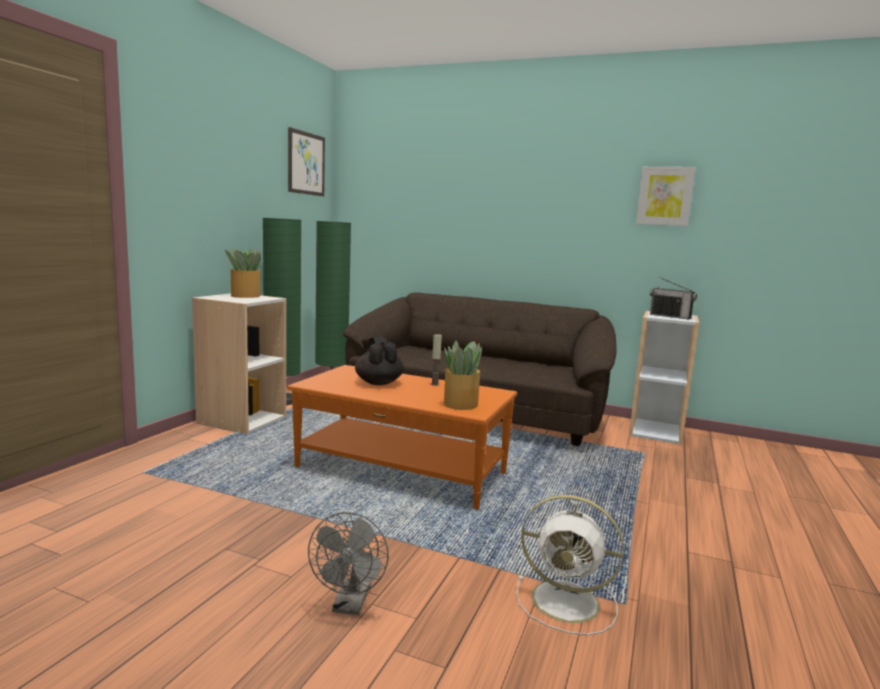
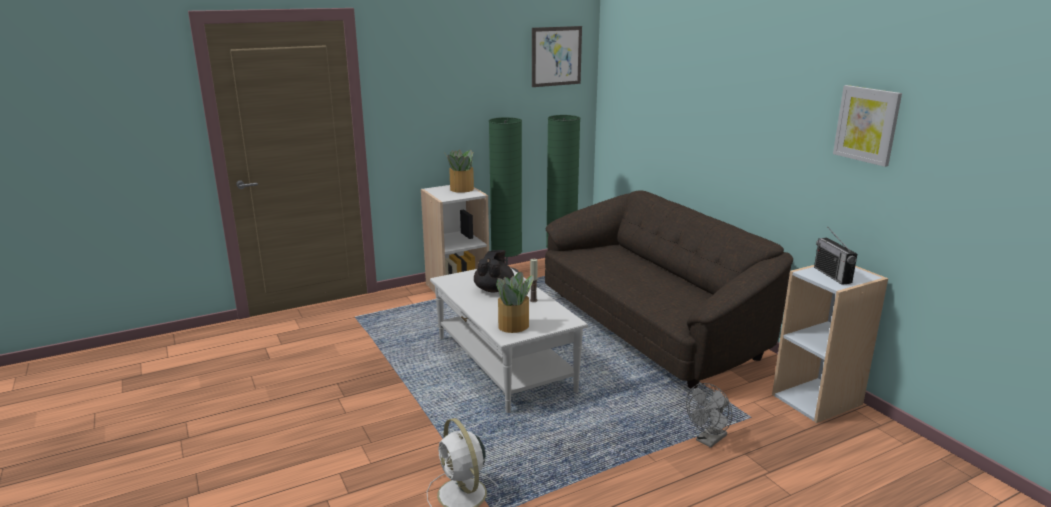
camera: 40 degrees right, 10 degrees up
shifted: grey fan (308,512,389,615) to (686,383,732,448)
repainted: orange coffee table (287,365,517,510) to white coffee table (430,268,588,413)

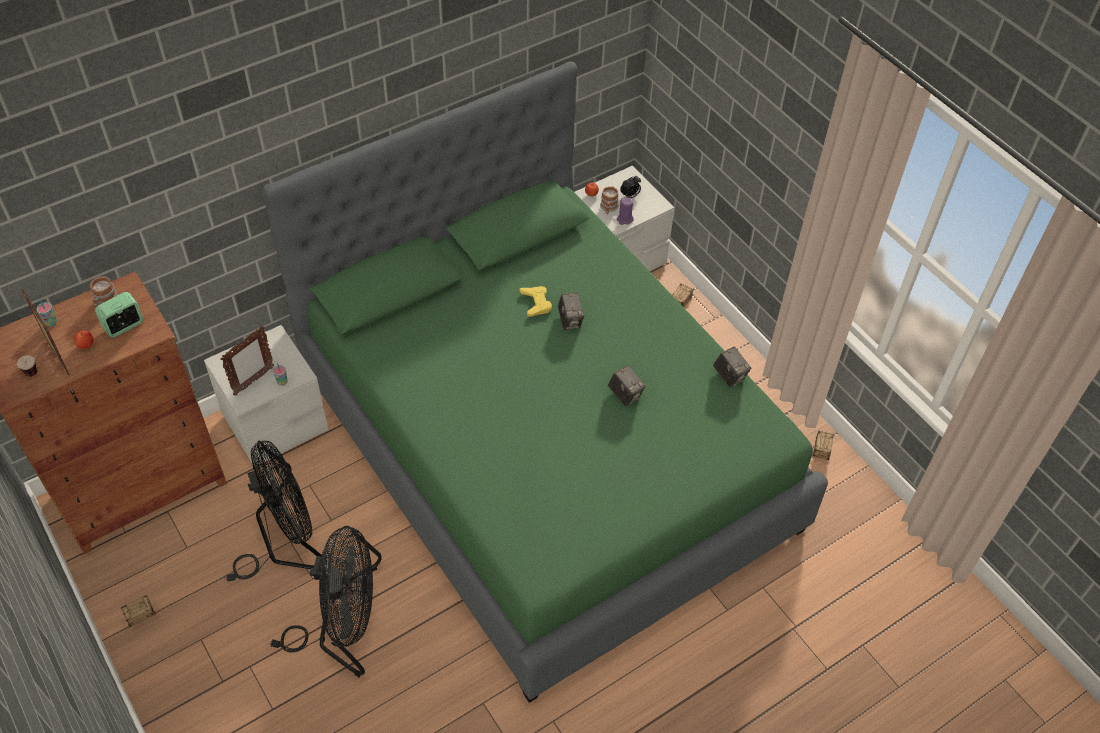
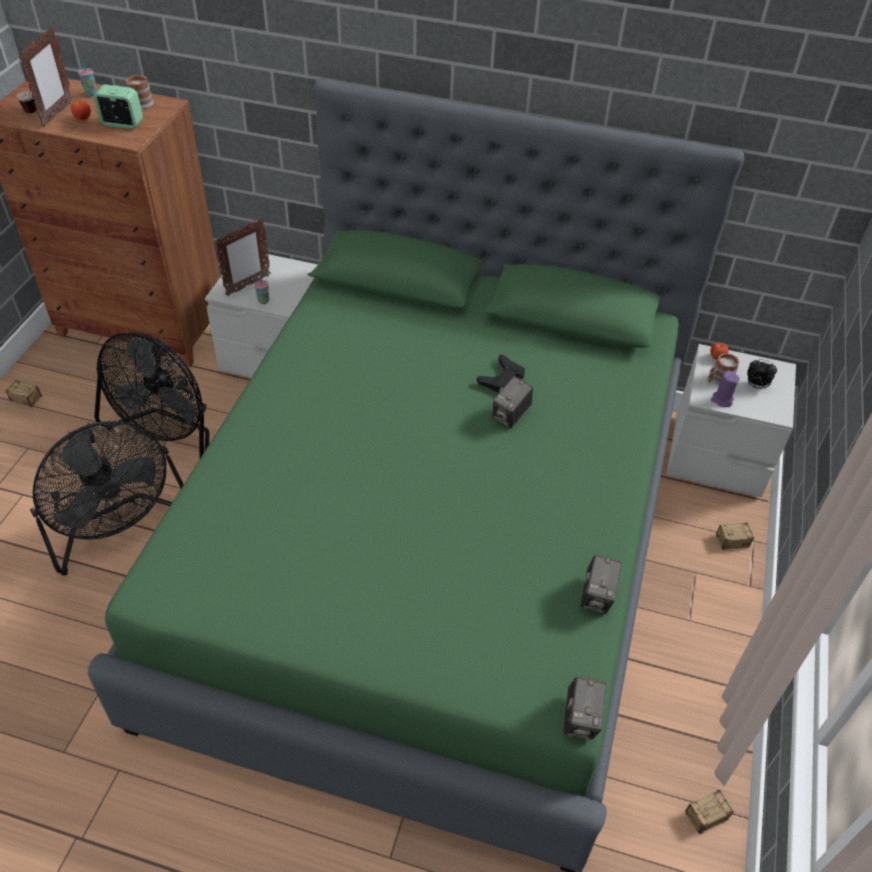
camera: 50 degrees right, 5 degrees down
shifted: photo camera (608,365,646,406) to (563,676,607,739)
repainted: yellow game controller (520,286,552,317) to black game controller (477,354,525,393)
rotated: black fan (224,440,327,581) = (94,332,209,458) 90 degrees clockwise; picture frame (220,326,274,396) = (215,218,271,296) 45 degrees counterclockwise

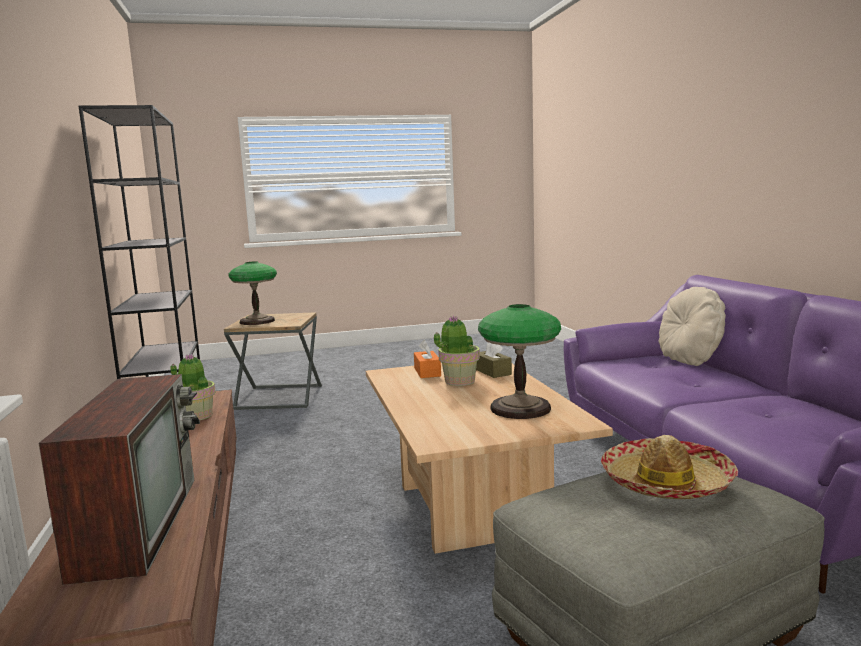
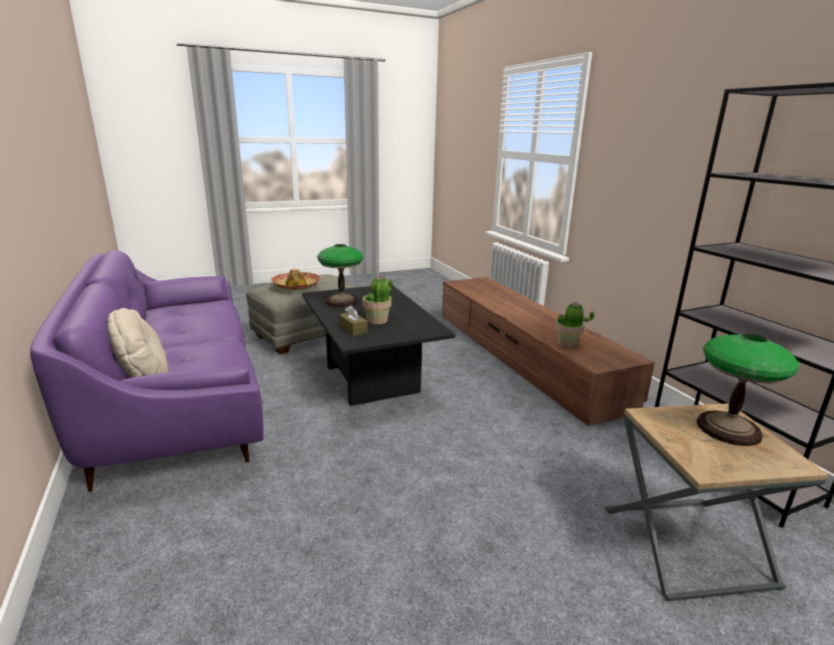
camera: 170 degrees right, 10 degrees up
gone: television (38,374,200,585); orange tissue box (414,340,441,378)
repainted: beige coffee table (366,363,613,554) to black coffee table (302,286,455,406)

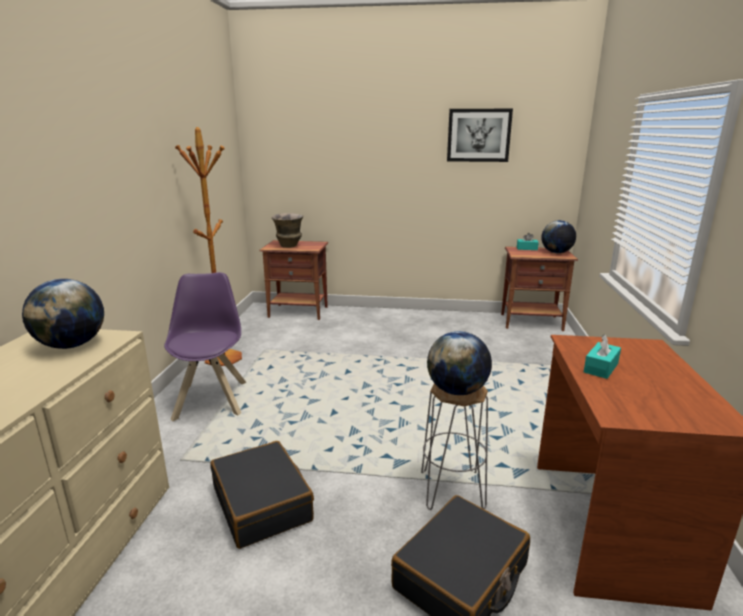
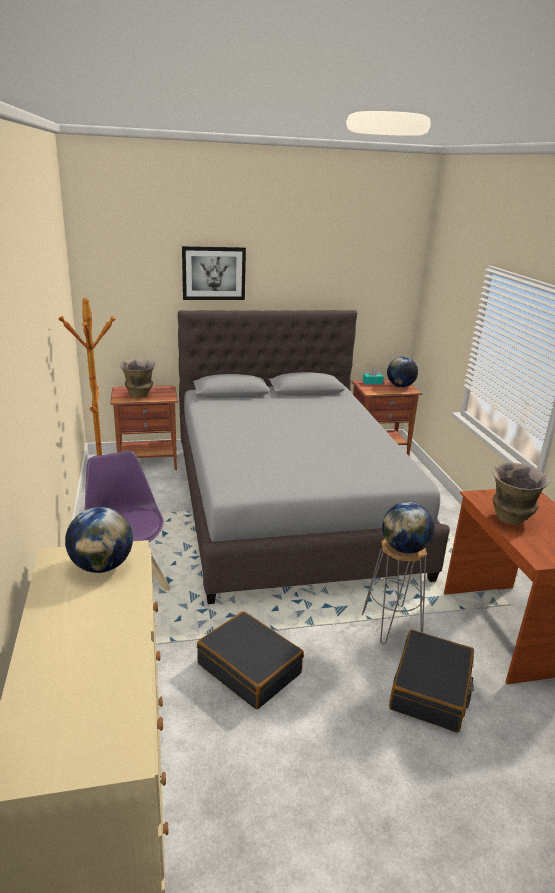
camera: 20 degrees left, 5 degrees up
new: grey bed (178,310,450,604)
shifted: picture (447,109,513,162) to (182,246,246,300)
swapped: turquoise tissue box (584,334,621,379) to vase (493,463,549,525)

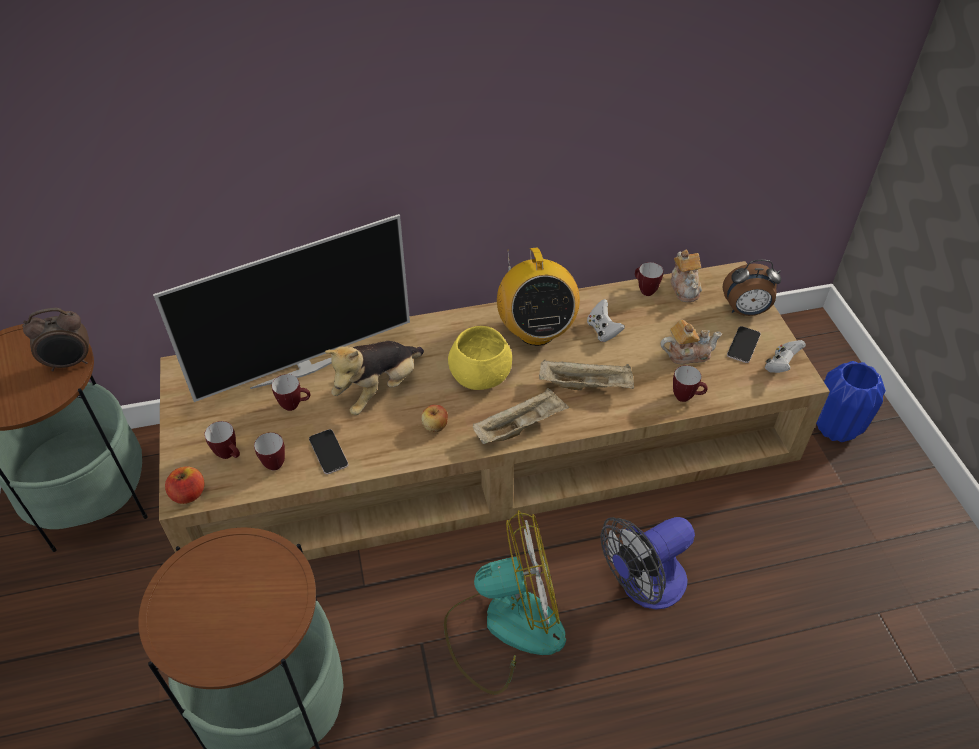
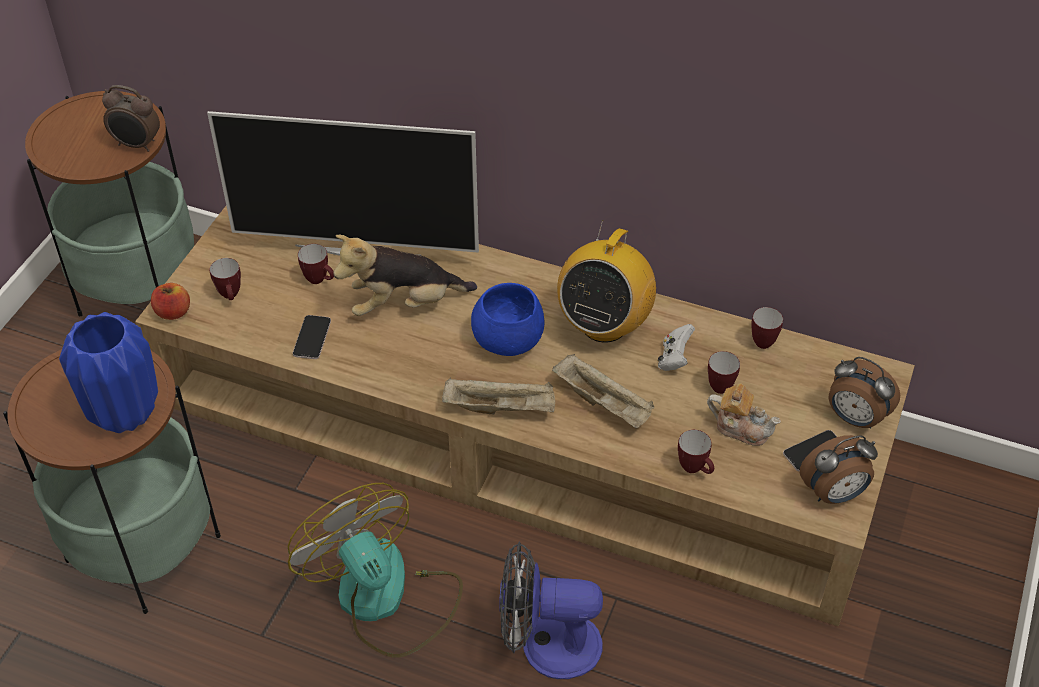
camera: 35 degrees right, 0 degrees up
gone: apple (421,405,448,432); teapot (670,250,702,302)
shifted: blue vase (816,361,886,442) to (59,312,158,433); mug (254,432,285,470) to (708,351,740,394)
swapped: white game controller (765,340,806,373) to alarm clock (800,435,878,504)
repainted: yellow bowl (448,326,512,390) to blue bowl (471,283,545,356)
rotated: fan (444,510,566,695) = (288,483,463,658) 150 degrees counterclockwise

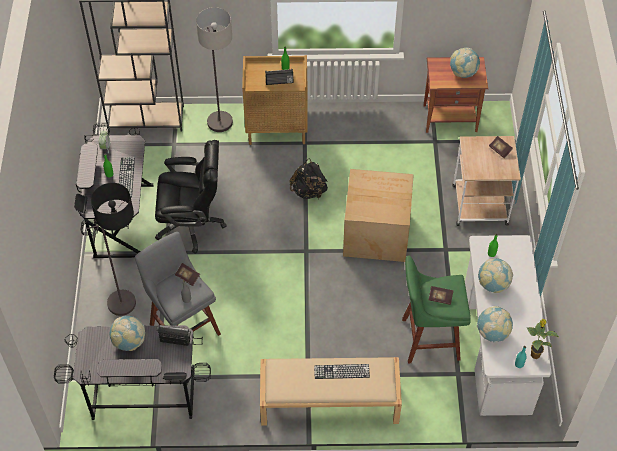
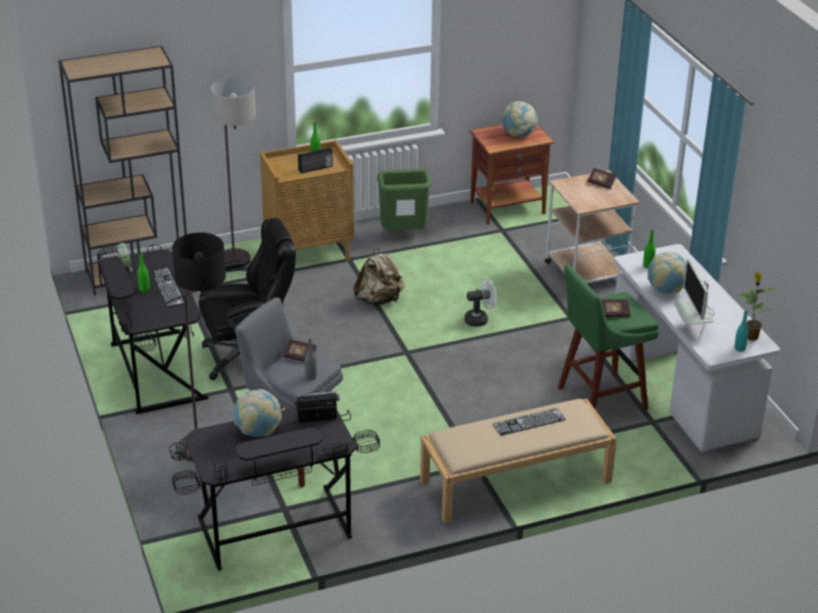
camera: 20 degrees left, 20 degrees down
new: green trash can (377,169,431,230)
swapped: cardboard box (343,169,414,262) to white fan (464,279,497,327); globe (477,306,513,343) to monitor (674,259,714,339)
repainted: black backpack (290,159,328,199) to beige backpack (353,248,405,305)

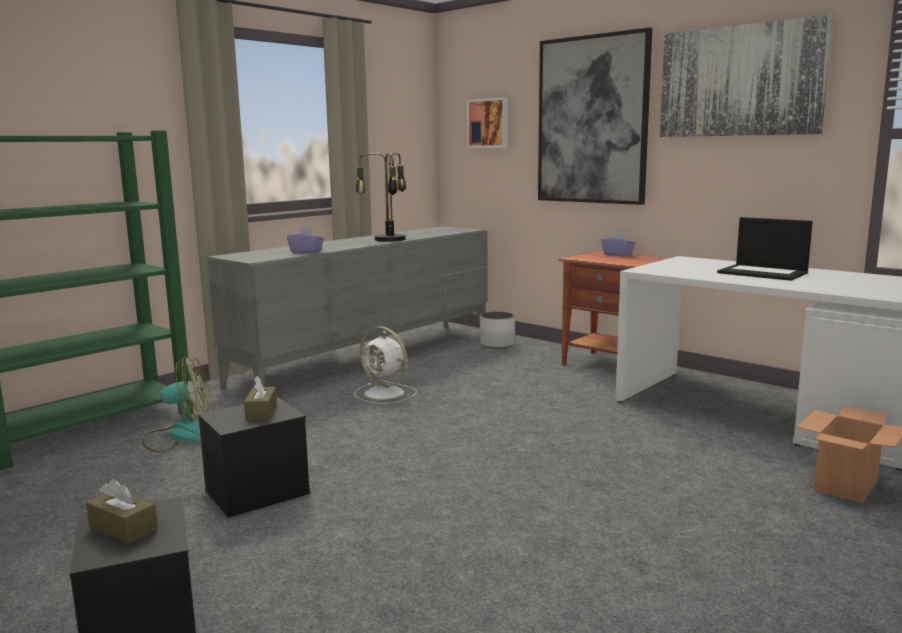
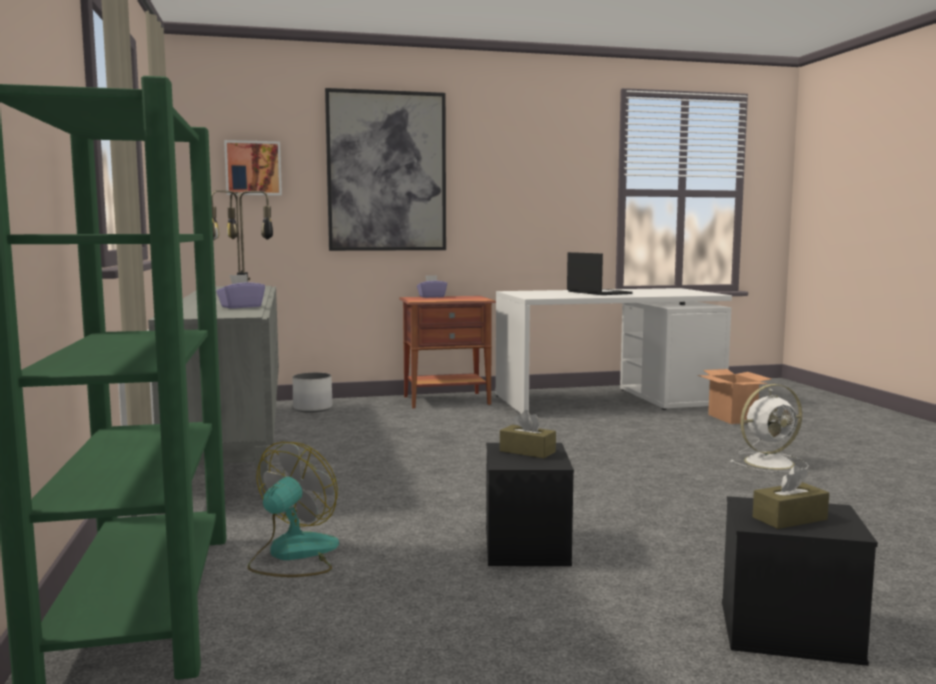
camera: 55 degrees left, 5 degrees down
gone: picture (660,15,833,137)
shifted: white fan (354,326,417,404) to (730,384,809,473)
rotated: laptop (717,217,813,281) = (567,252,633,295) 105 degrees counterclockwise

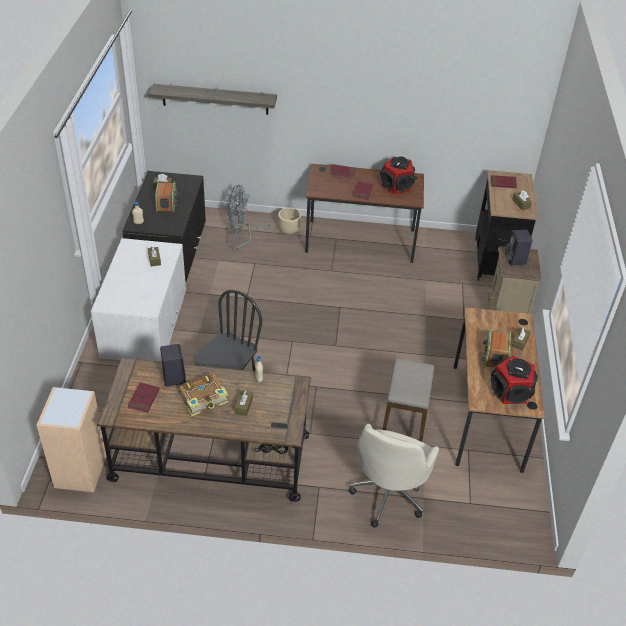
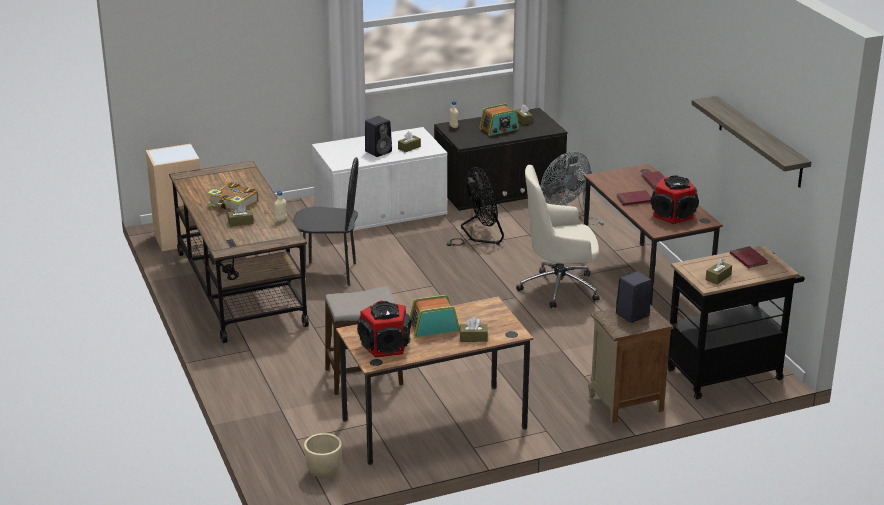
camera: 65 degrees right, 15 degrees down
gone: red book (128,382,160,413)
new: black fan (446,167,504,246)
shifted: beige planter (278,208,301,235) to (304,433,342,478); black speaker (160,344,186,387) to (365,116,392,157); beige office chair (349,424,439,527) to (516,165,600,308); shelf (148,84,277,115) to (691,96,811,188)

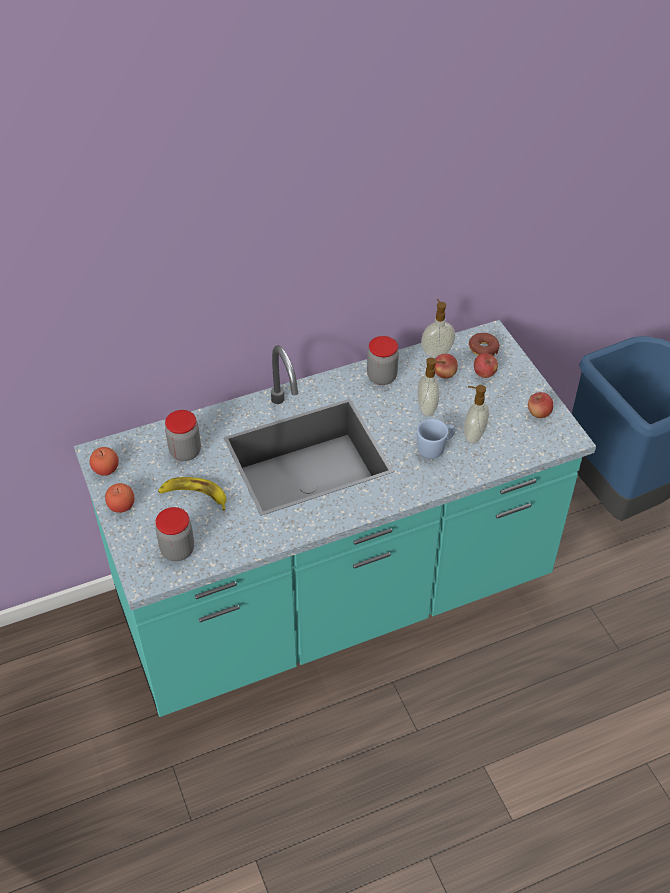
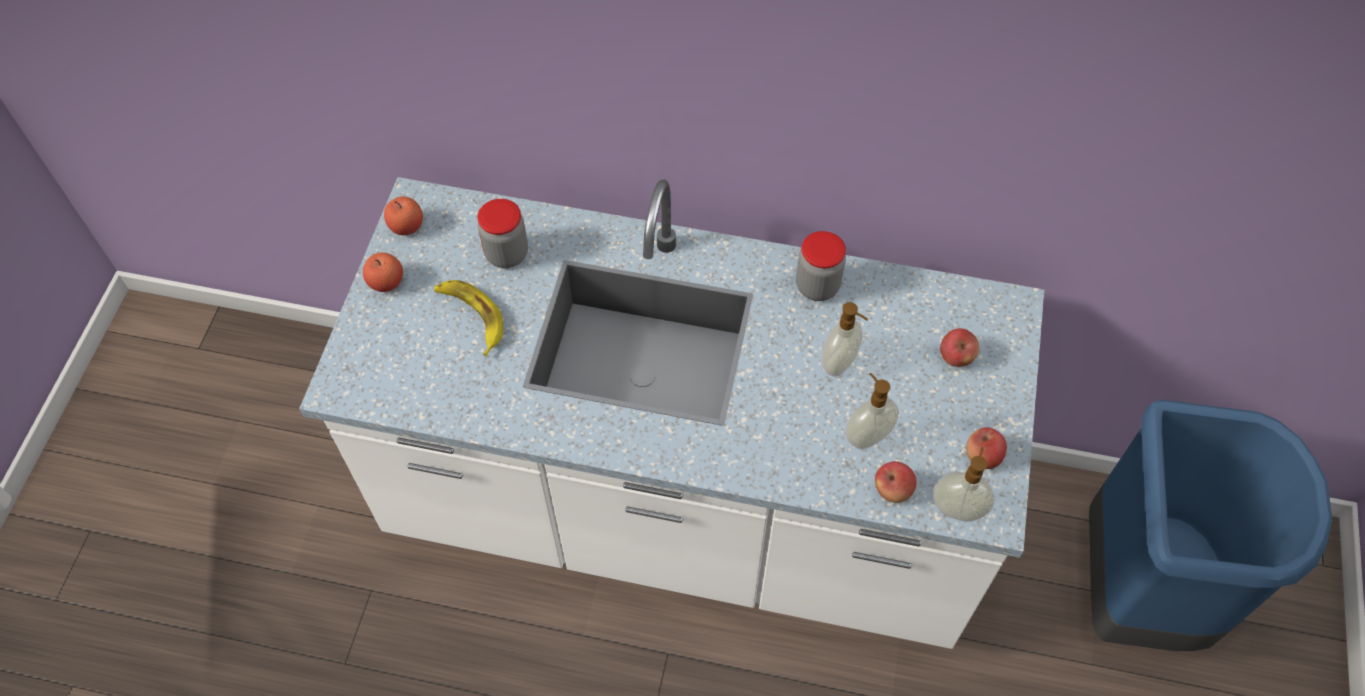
camera: 35 degrees right, 10 degrees up
gone: jar (155,507,194,561); blue mug (417,419,455,459); donut (469,333,500,356)
shifted: apple (435,354,458,379) to (875,461,917,503); soap dispenser (421,299,455,357) to (933,447,995,522)
repainted: turquoise counter (74,320,596,717) to white counter (299,177,1044,649)

